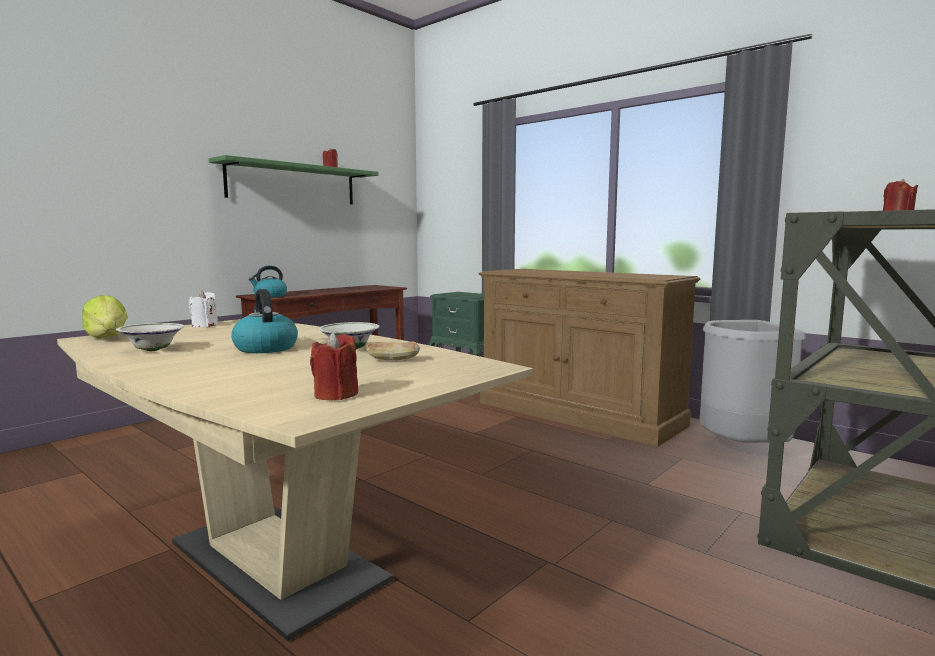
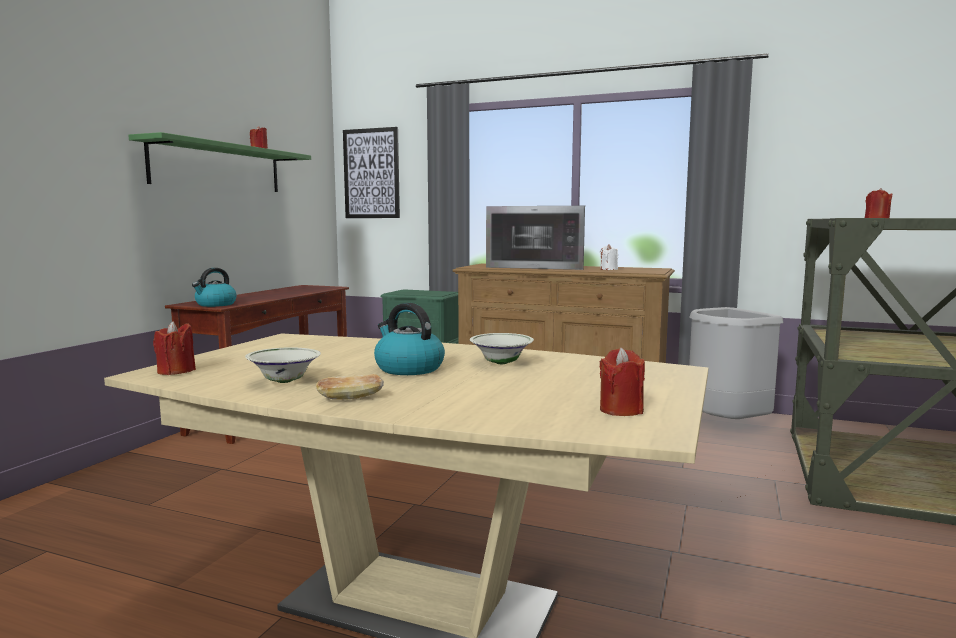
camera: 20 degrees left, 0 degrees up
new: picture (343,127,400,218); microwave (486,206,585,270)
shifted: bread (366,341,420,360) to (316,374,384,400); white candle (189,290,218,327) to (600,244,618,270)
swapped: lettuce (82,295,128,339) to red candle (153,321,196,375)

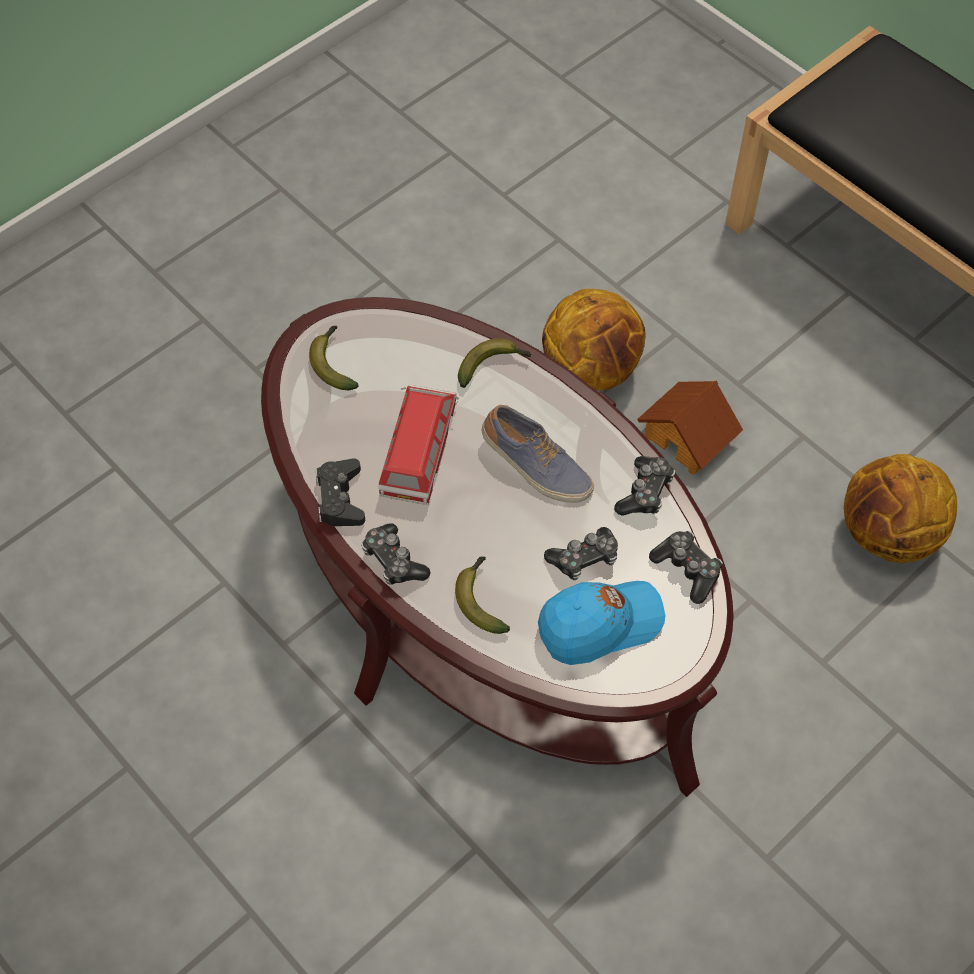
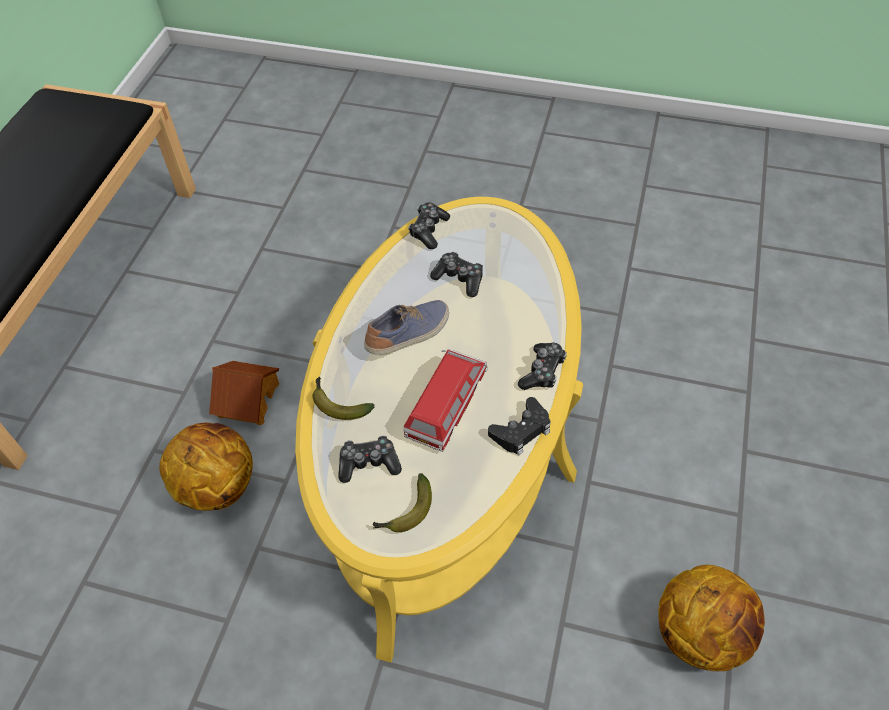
camera: 120 degrees left, 5 degrees down
gone: banana (455,556,510,634); blue cap (538,581,665,665)
shifted: game controller (614,456,675,516) to (338,435,402,483); basketball (844,454,957,563) to (658,565,765,671)
repainted: brown coffee table (261,297,734,797) to yellow coffee table (295,197,583,662)
rotated: shoe (482,405,594,503) = (364,300,449,355) 45 degrees clockwise; toy car (379,385,459,505) = (404,349,488,452) 135 degrees clockwise

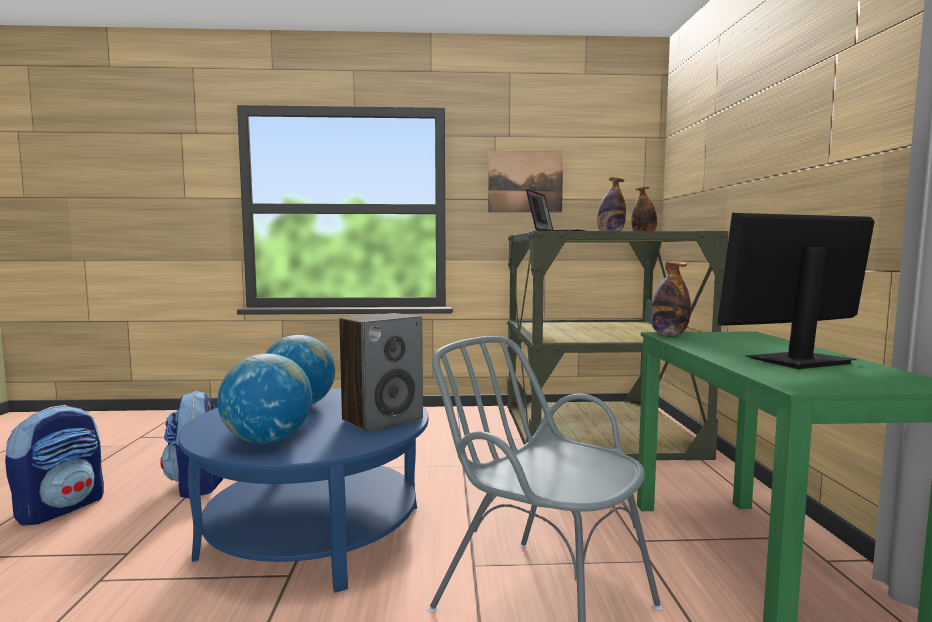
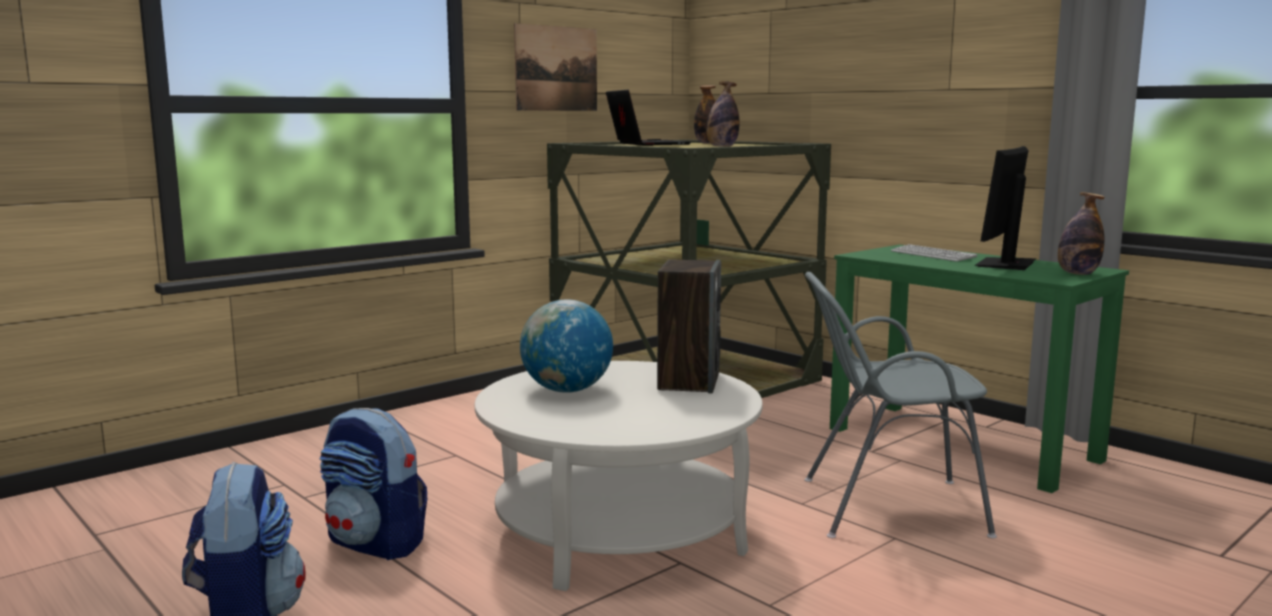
camera: 40 degrees left, 5 degrees up
gone: globe (217,354,312,443)
new: keyboard (891,244,977,262)
shifted: bottle (650,261,691,336) to (1058,192,1104,275)
repainted: blue coffee table (178,389,428,593) to white coffee table (475,361,763,591)

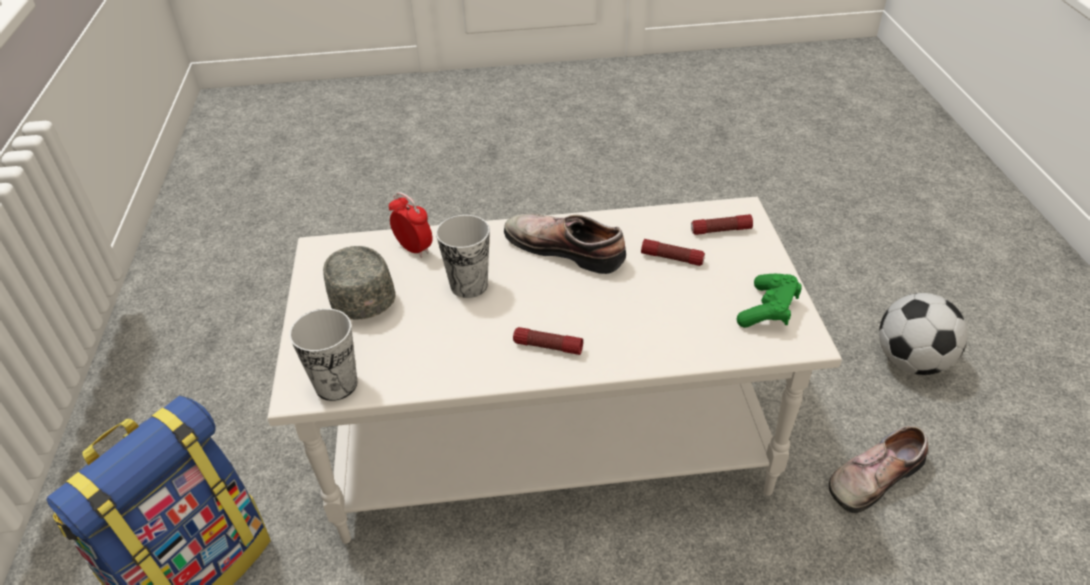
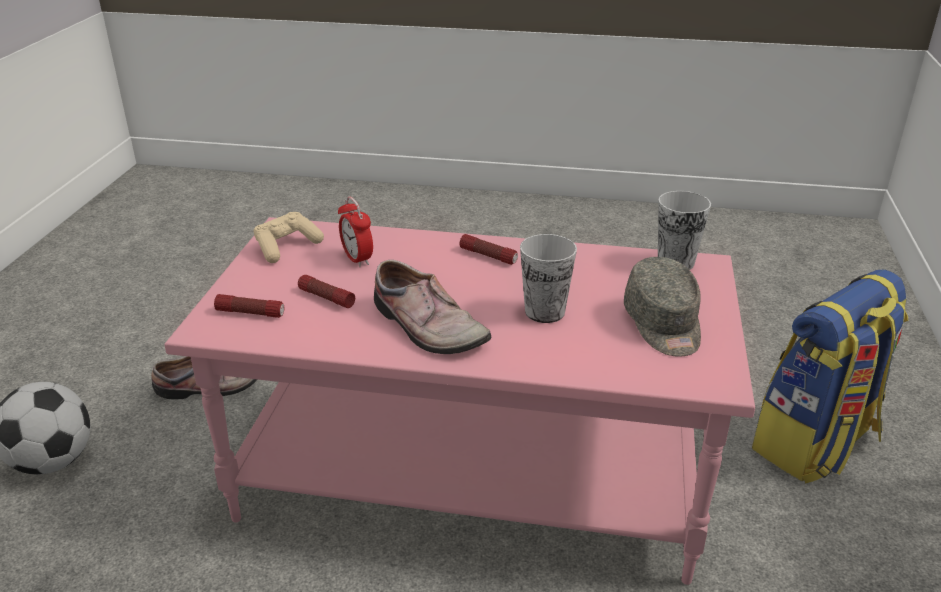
camera: 165 degrees left, 10 degrees down
shifted: alarm clock (389,192,432,258) to (338,196,373,267)
repainted: white coffee table (267,197,842,544) to pink coffee table (164,217,755,585); green game controller (737,274,802,328) to beige game controller (254,212,324,263)

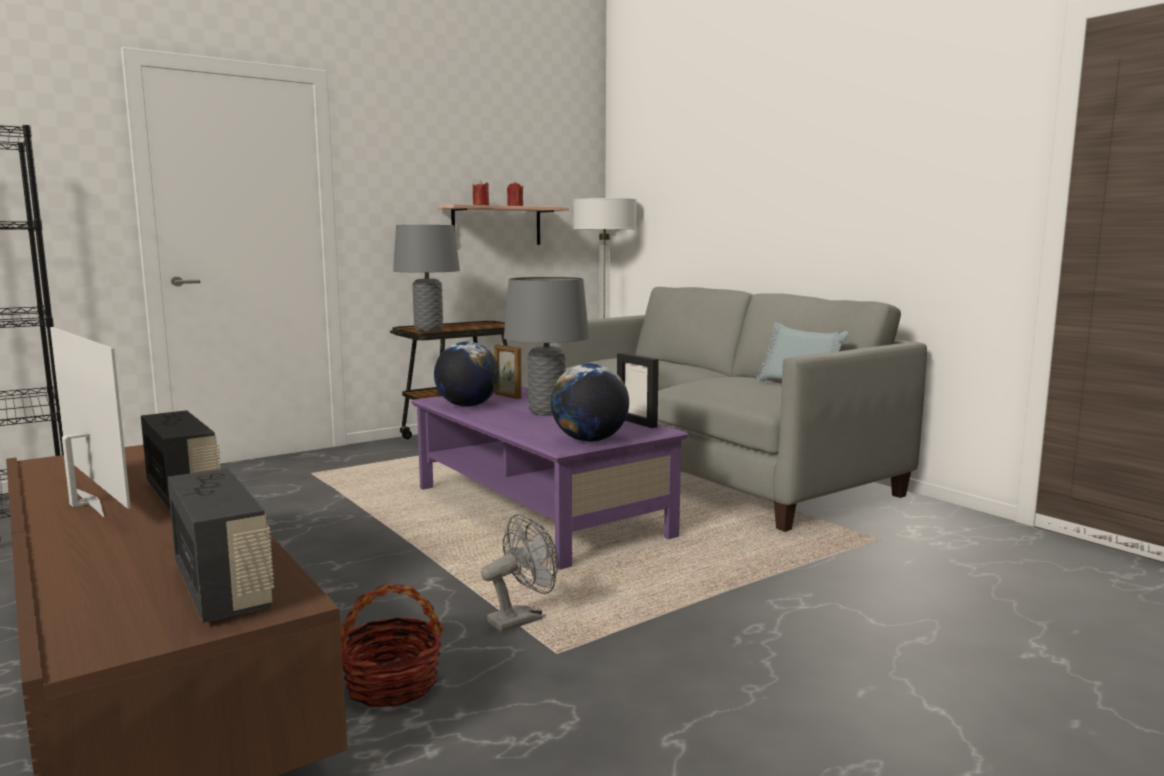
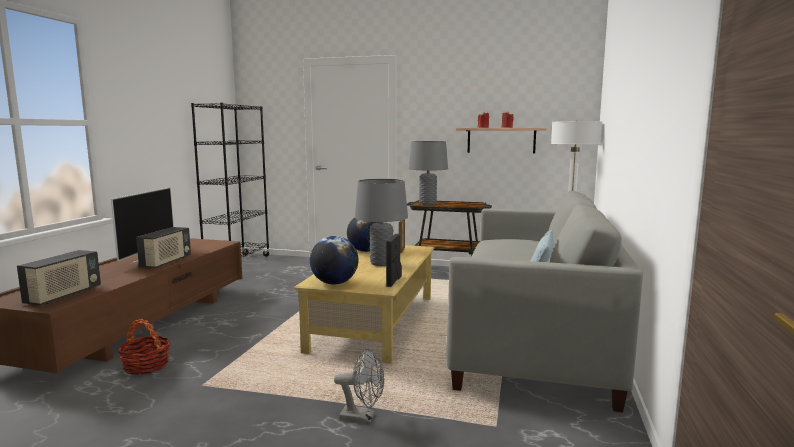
camera: 50 degrees right, 0 degrees up
shifted: grey fan (481,514,559,632) to (334,349,384,423)
repainted: purple coffee table (411,387,690,570) to beige coffee table (293,245,435,364)

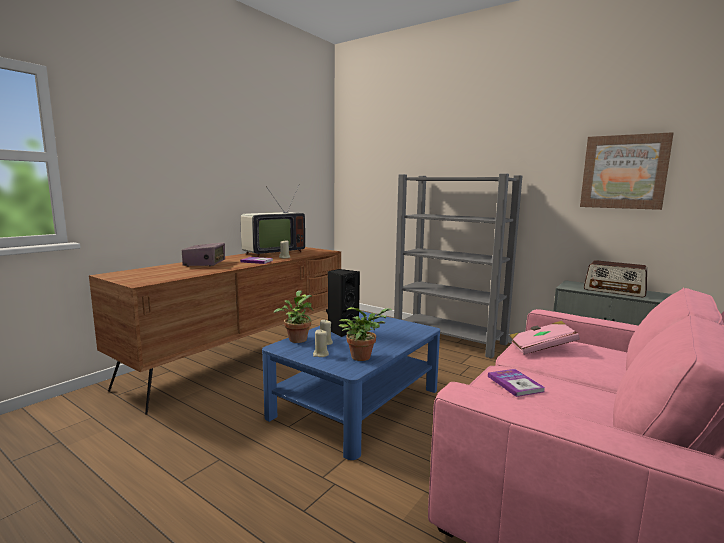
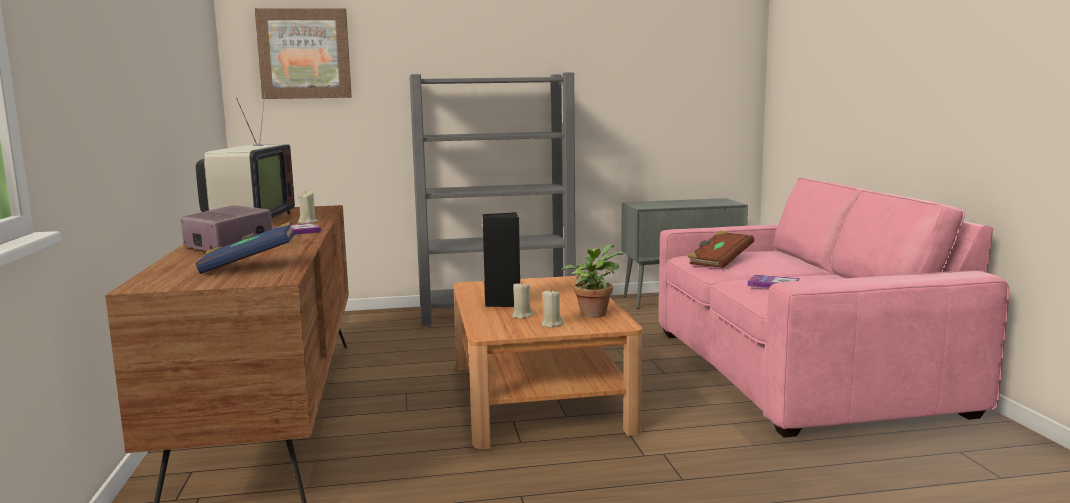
camera: 45 degrees left, 0 degrees up
gone: potted plant (274,290,313,343); radio (584,260,647,297)
new: blue book (195,221,295,274)
shifted: picture (580,132,674,210) to (255,8,352,99)
repainted: blue coffee table (262,311,440,460) to brown coffee table (453,276,642,449); pink book (509,321,580,355) to brown book (688,231,754,268)

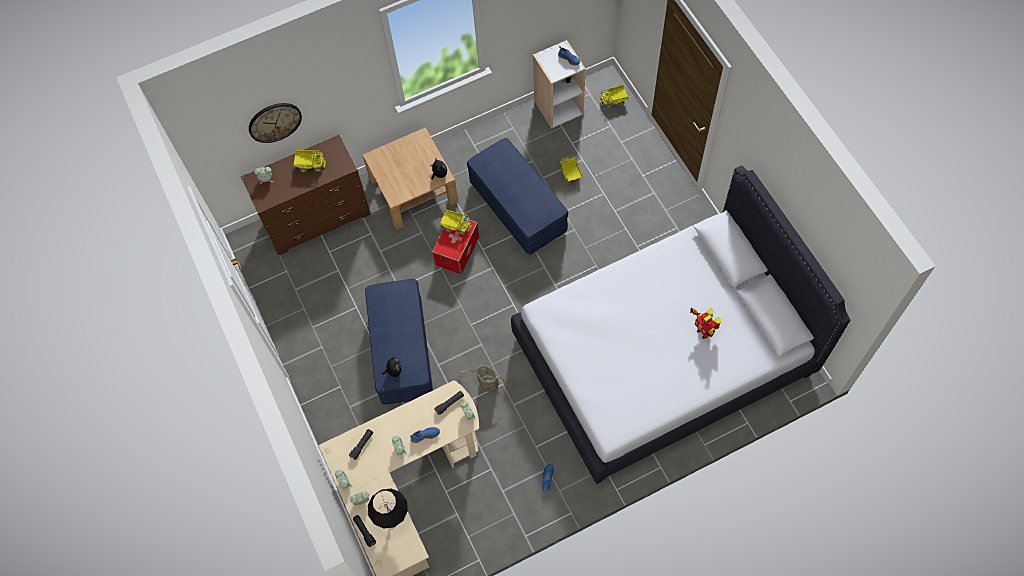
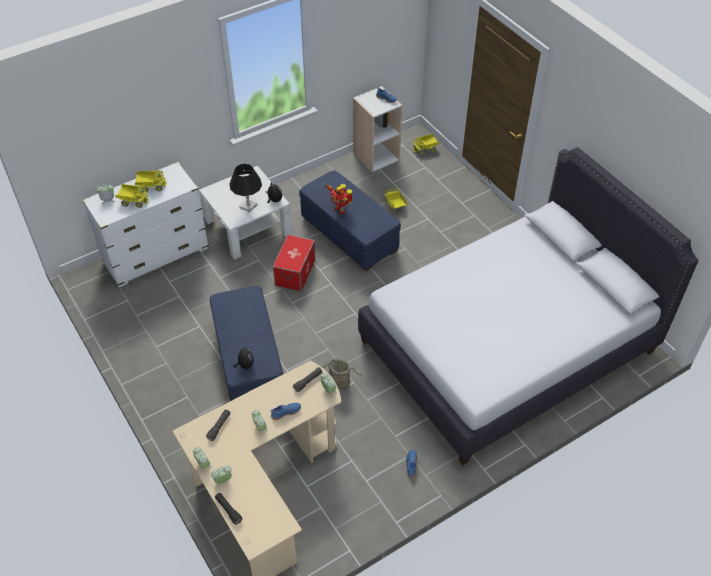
camera: 10 degrees left, 15 degrees down
gone: wall clock (249,103,302,143)
shifted: toy truck (440,210,471,235) to (116,184,149,208); black table lamp (368,488,408,529) to (229,164,262,212); toy robot (690,308,721,339) to (325,184,352,215)
repainted: brown dresser (241,134,371,255) to white dresser (82,162,209,287); brown coffee table (363,127,458,230) to white coffee table (199,166,292,260)

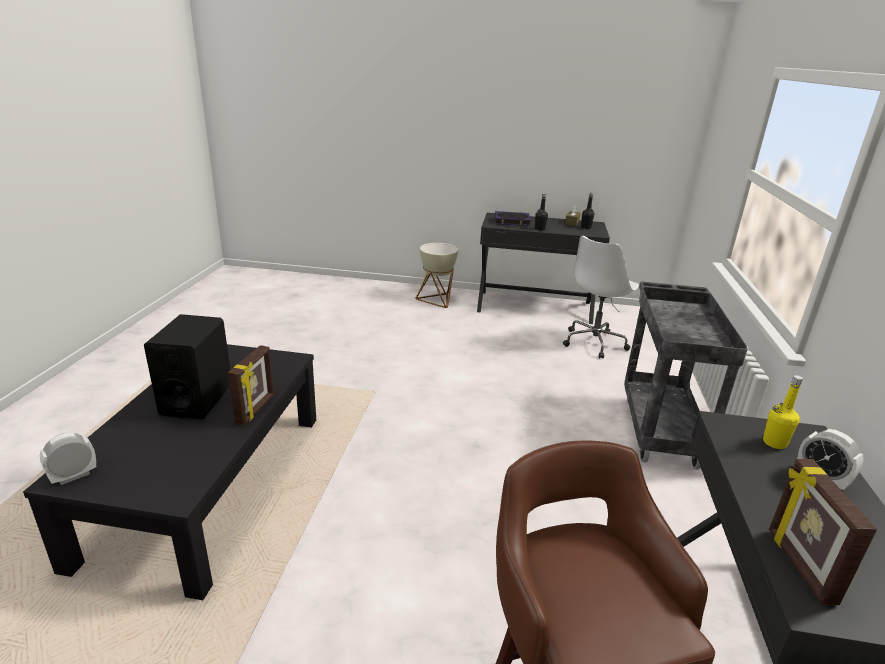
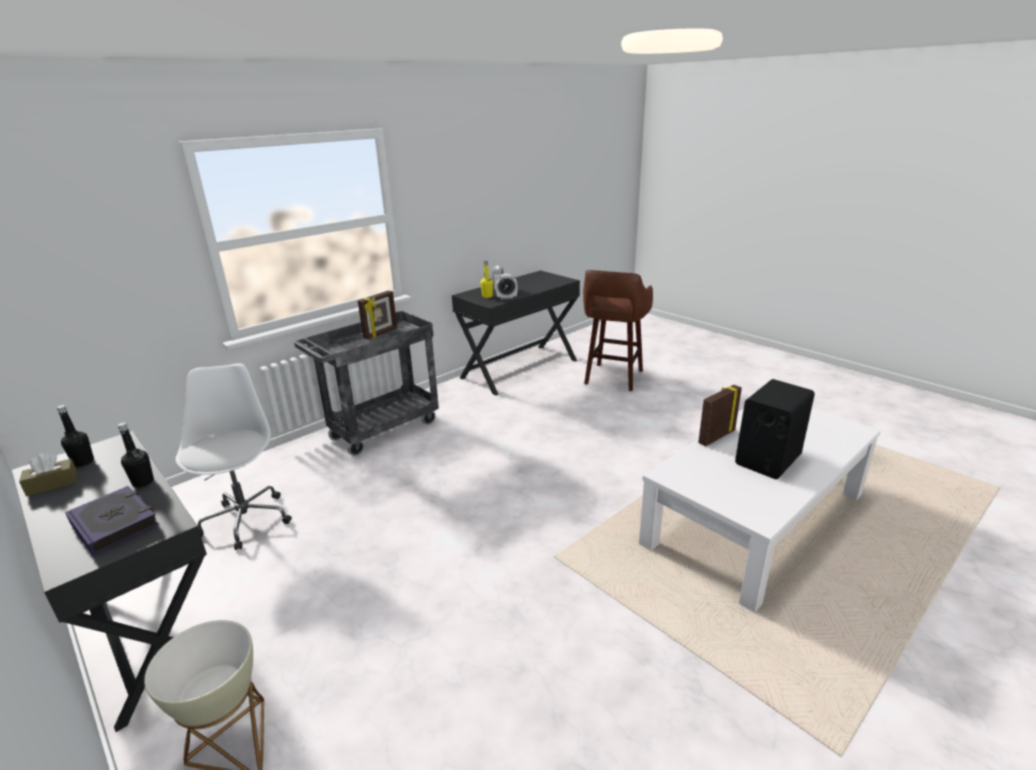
camera: 140 degrees left, 0 degrees up
shifted: picture frame (769,459,877,605) to (358,290,397,339); alarm clock (40,433,96,485) to (495,274,518,299)
repainted: black coffee table (23,344,316,600) to white coffee table (639,408,881,613)
rotated: white office chair (563,236,639,359) = (176,363,292,550) 90 degrees counterclockwise

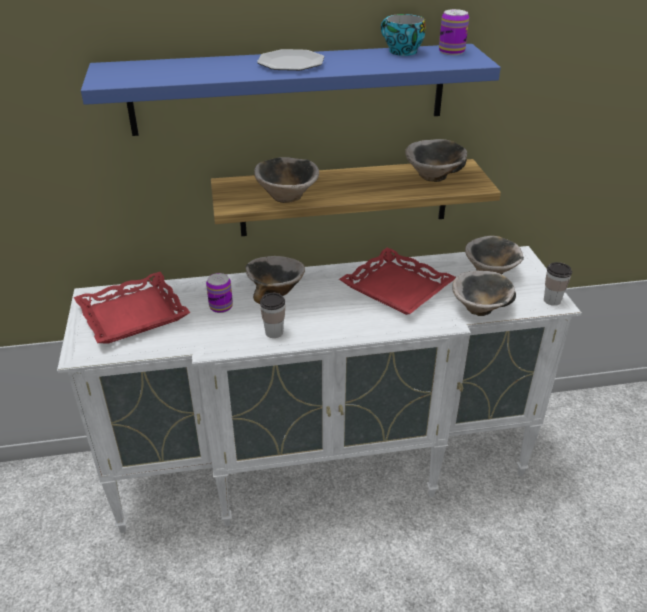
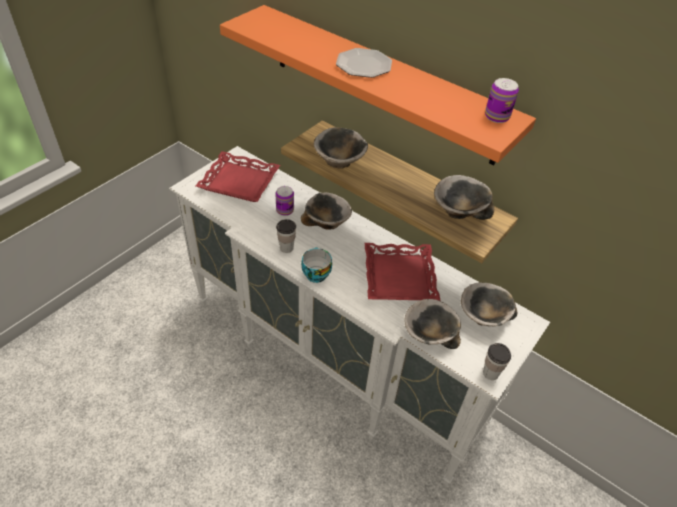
camera: 45 degrees right, 10 degrees up
shifted: cup (381,14,425,56) to (301,247,332,283)
repainted: blue shelf (81,44,501,136) to orange shelf (220,5,536,166)

